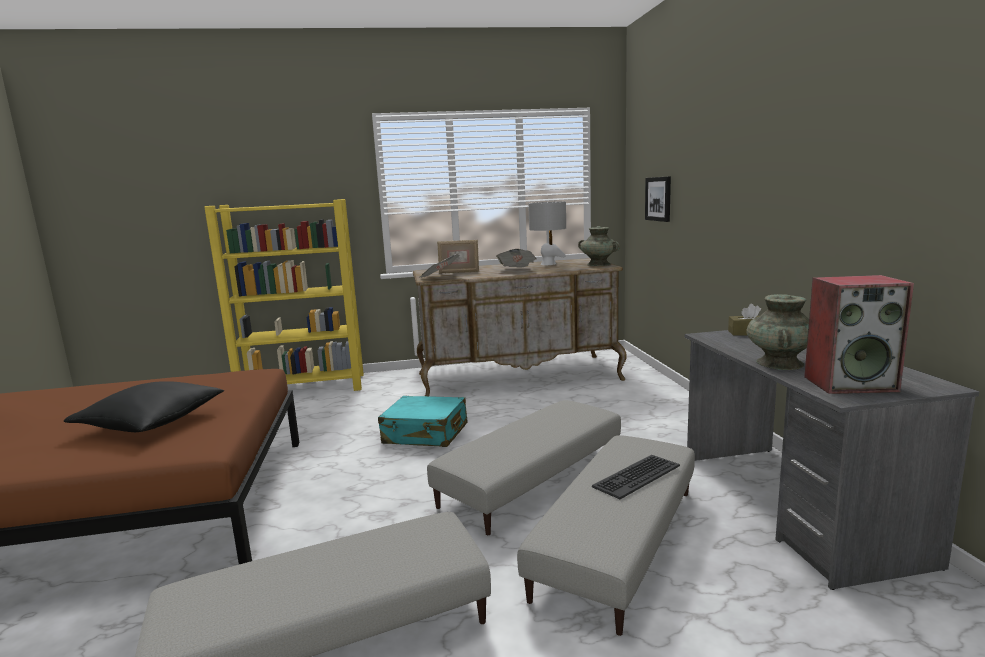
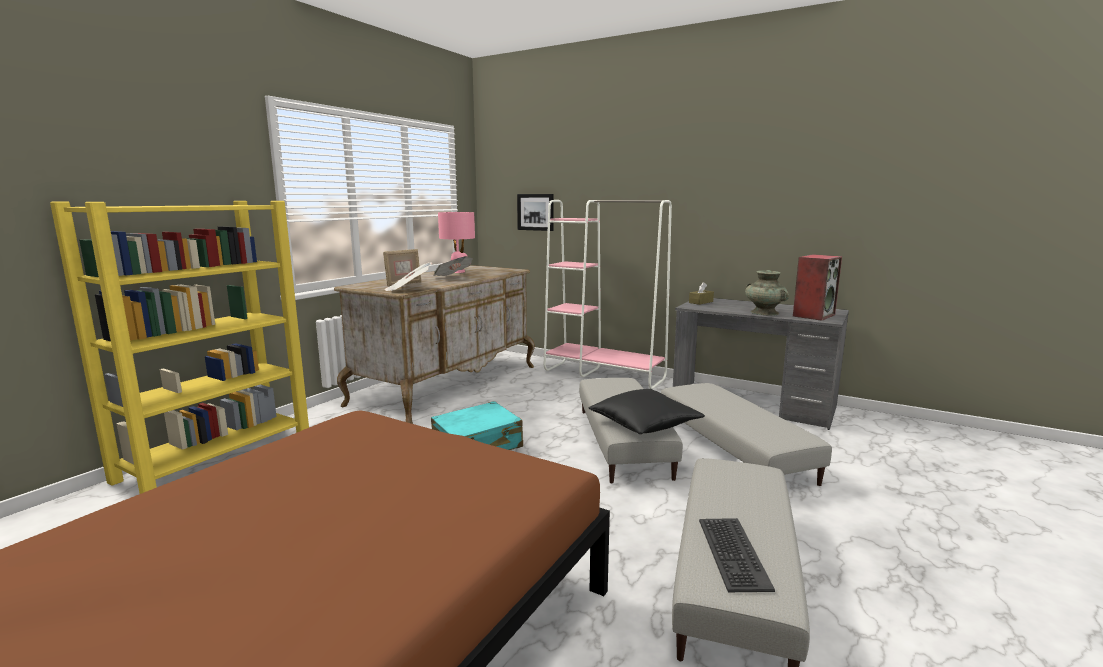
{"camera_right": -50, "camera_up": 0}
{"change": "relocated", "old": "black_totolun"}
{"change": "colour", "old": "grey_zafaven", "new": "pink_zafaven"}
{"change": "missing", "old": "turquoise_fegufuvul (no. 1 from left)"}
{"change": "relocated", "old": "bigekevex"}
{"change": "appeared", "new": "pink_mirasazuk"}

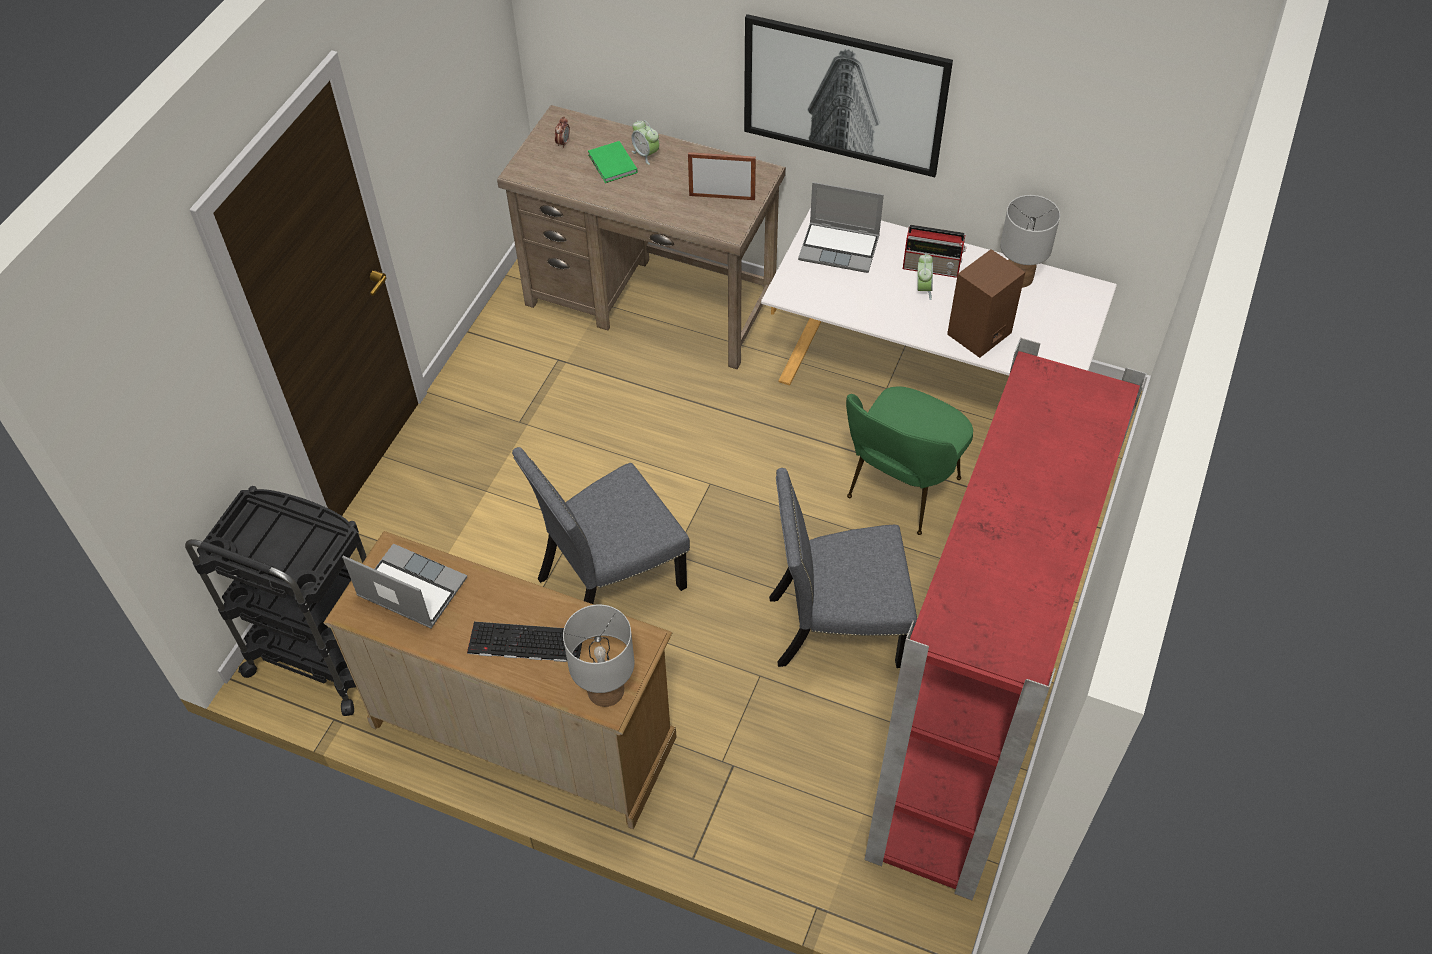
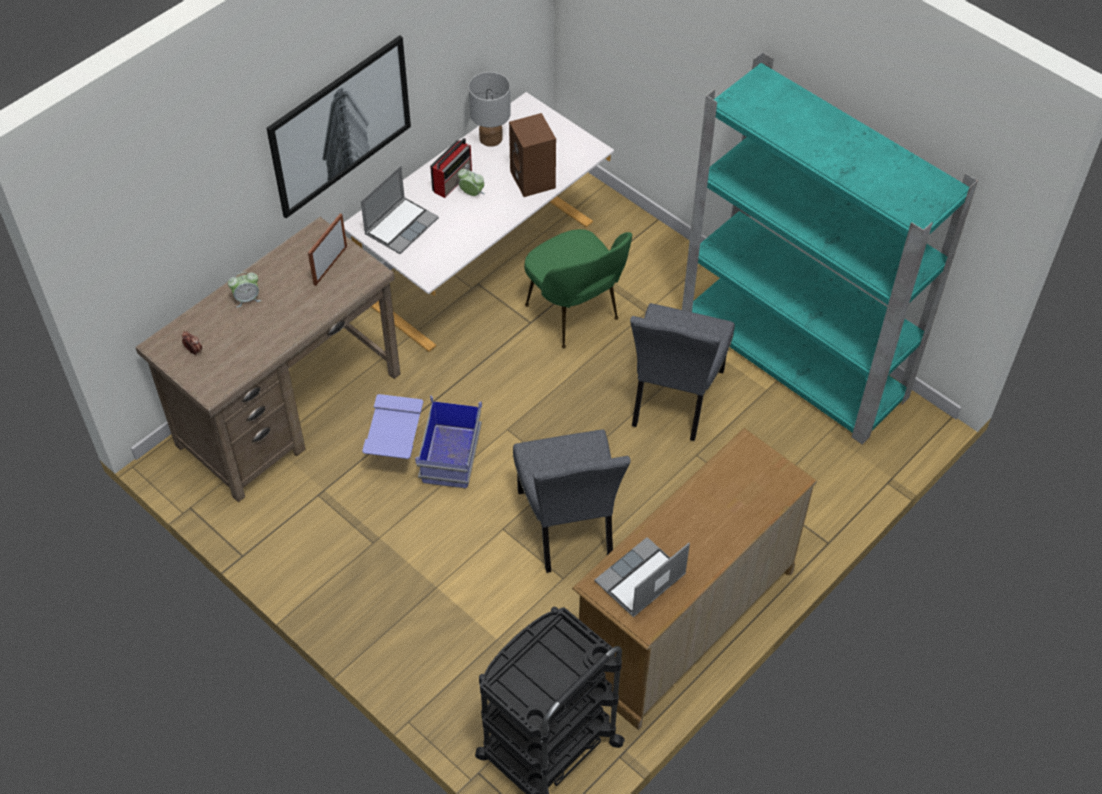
{"camera_right": -70, "camera_up": 0}
{"change": "missing", "old": "bigekevex"}
{"change": "missing", "old": "grey_zafaven (no. 1 from left)"}
{"change": "missing", "old": "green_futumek"}
{"change": "colour", "old": "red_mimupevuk", "new": "turquoise_mimupevuk"}
{"change": "appeared", "new": "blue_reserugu"}

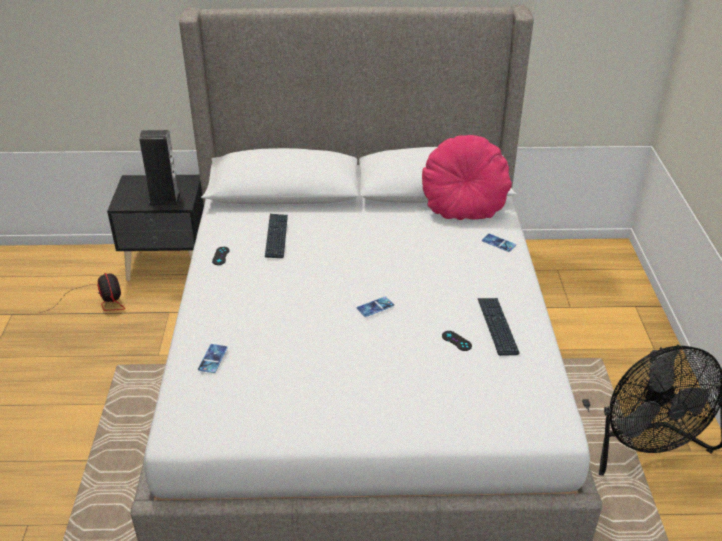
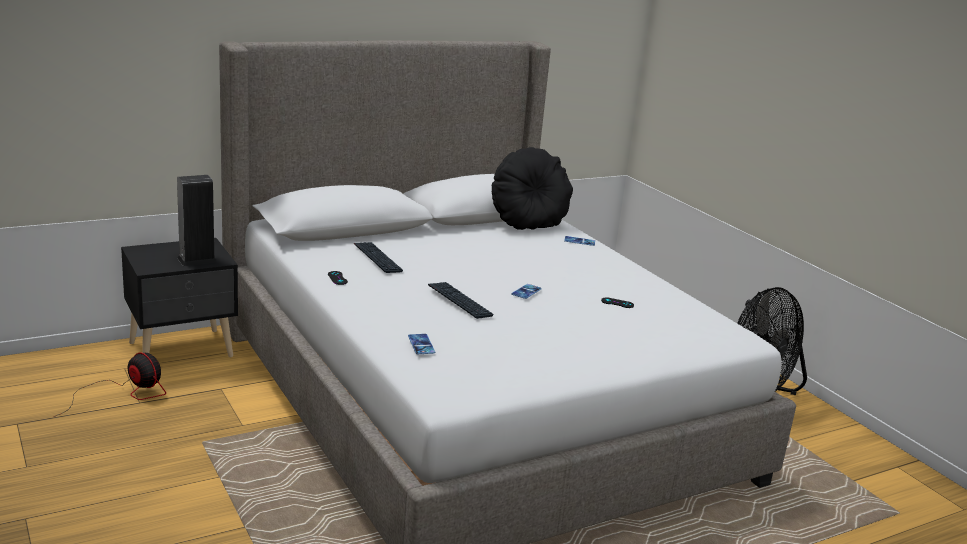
{"camera_right": -30, "camera_up": -15}
{"change": "colour", "old": "pink_totolun", "new": "black_totolun"}
{"change": "relocated", "old": "bigekevex (no. 2 from left)"}

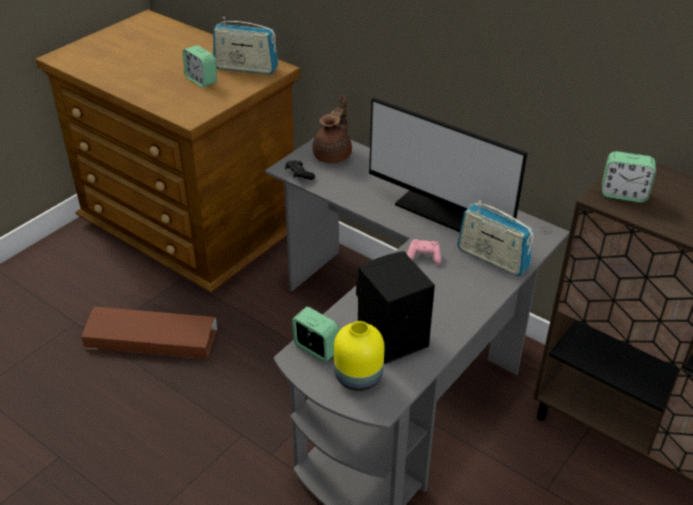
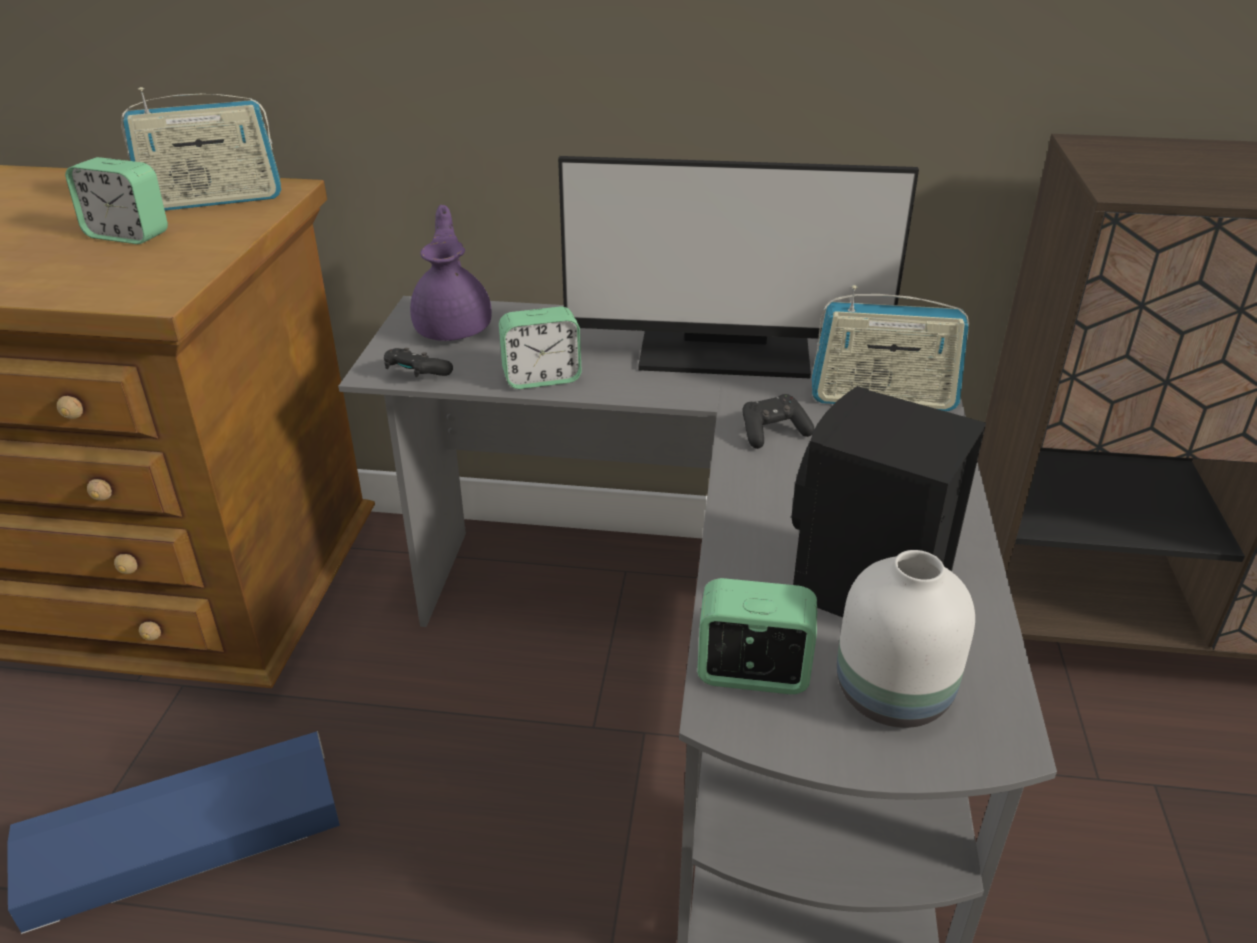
{"camera_right": -30, "camera_up": -5}
{"change": "colour", "old": "brown_reserugu", "new": "blue_reserugu"}
{"change": "colour", "old": "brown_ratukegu", "new": "purple_ratukegu"}
{"change": "colour", "old": "yellow_fegufuvul", "new": "white_fegufuvul"}
{"change": "colour", "old": "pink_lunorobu", "new": "black_lunorobu (no. 2 from left)"}
{"change": "relocated", "old": "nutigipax (no. 3 from left in the first image)", "new": "nutigipax (no. 2 from left)"}

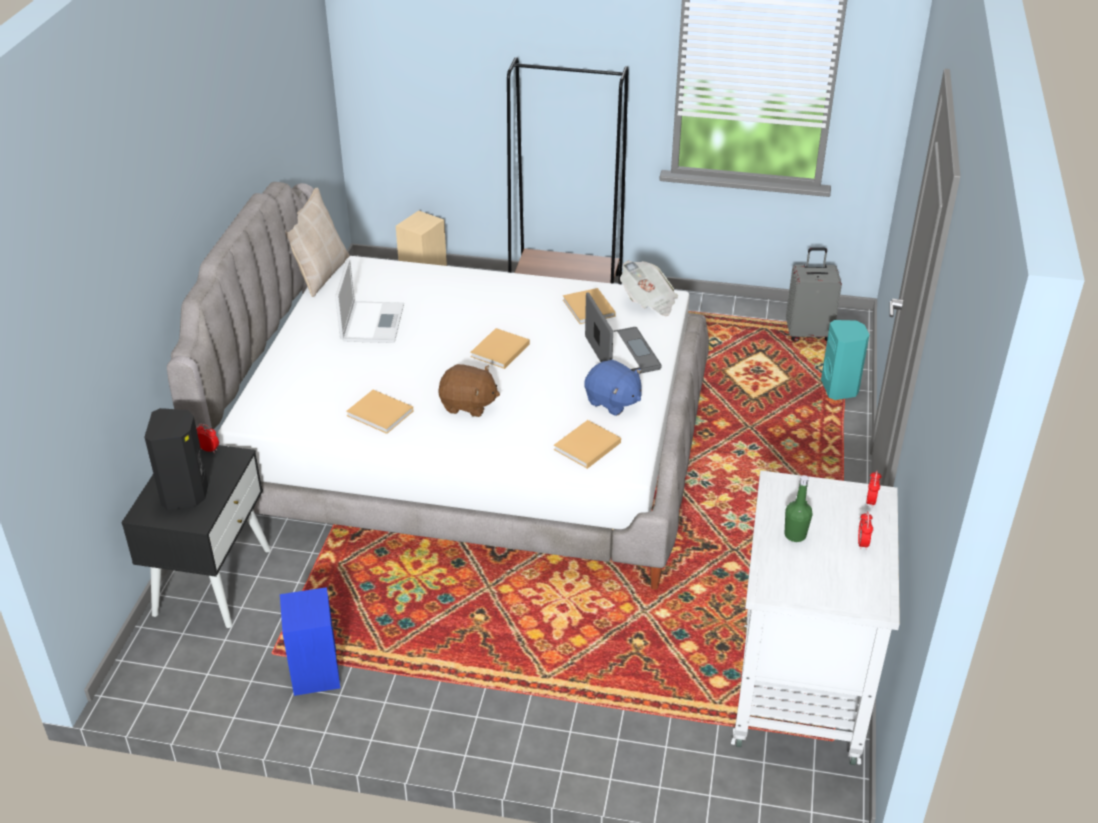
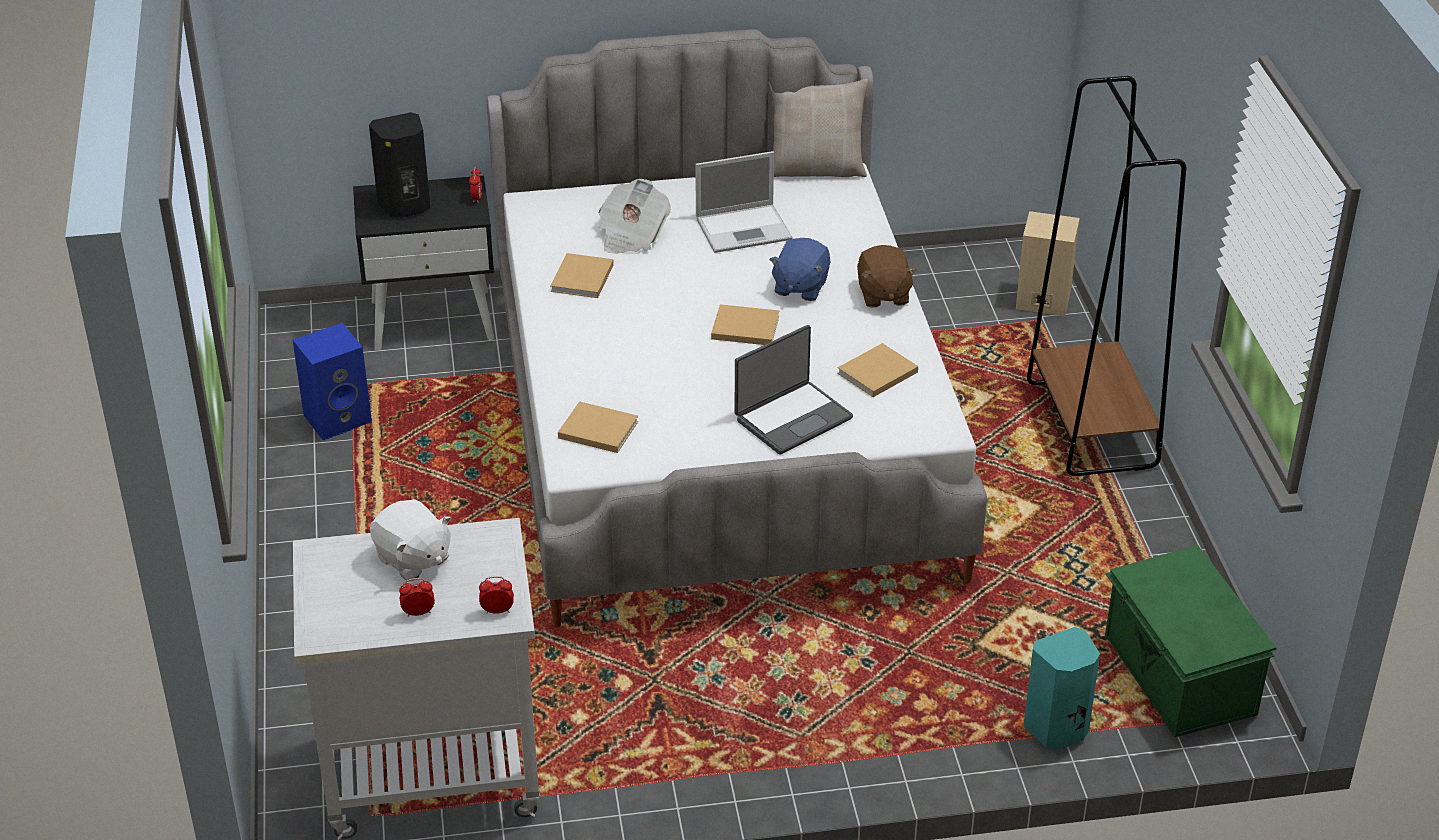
{"camera_right": 70, "camera_up": 0}
{"change": "relocated", "old": "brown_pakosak"}
{"change": "relocated", "old": "blue_pakosak"}
{"change": "relocated", "old": "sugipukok"}
{"change": "exchanged", "old": "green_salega", "new": "white_pakosak"}
{"change": "exchanged", "old": "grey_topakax", "new": "green_reserugu"}

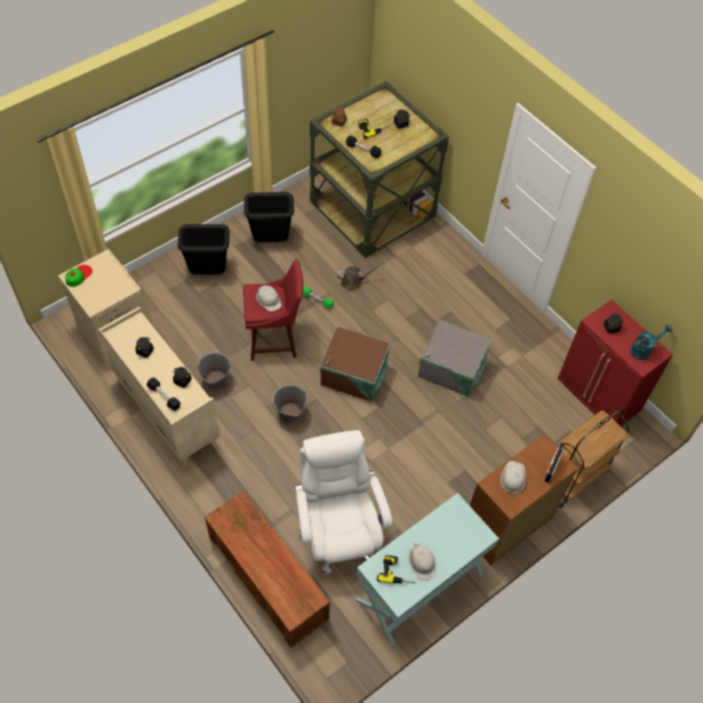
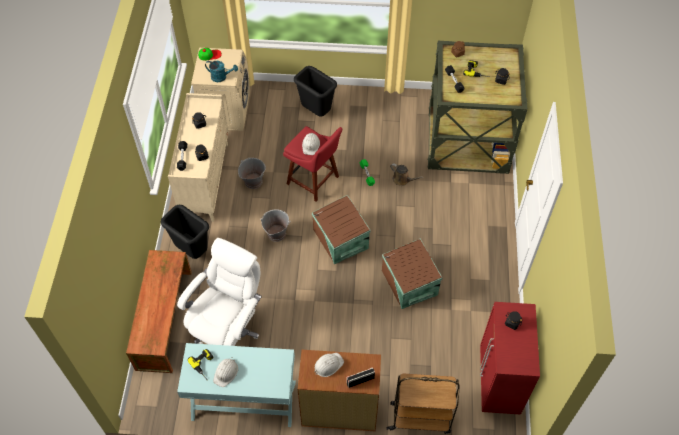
{"camera_right": 45, "camera_up": 0}
{"change": "relocated", "old": "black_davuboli (no. 2 from left in the first image)", "new": "black_davuboli (no. 1 from left)"}
{"change": "colour", "old": "grey_reserugu", "new": "brown_reserugu (no. 2 from left)"}
{"change": "relocated", "old": "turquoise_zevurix"}

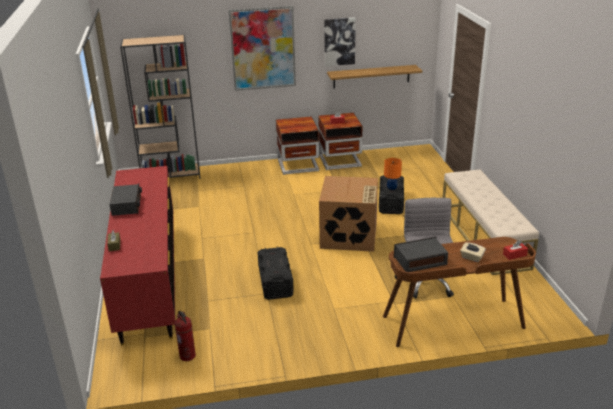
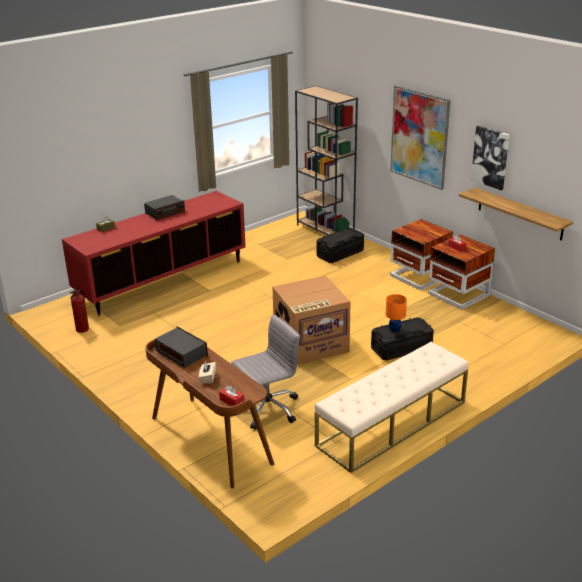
{"camera_right": 60, "camera_up": 0}
{"change": "relocated", "old": "black_reserugu (no. 1 from left)"}

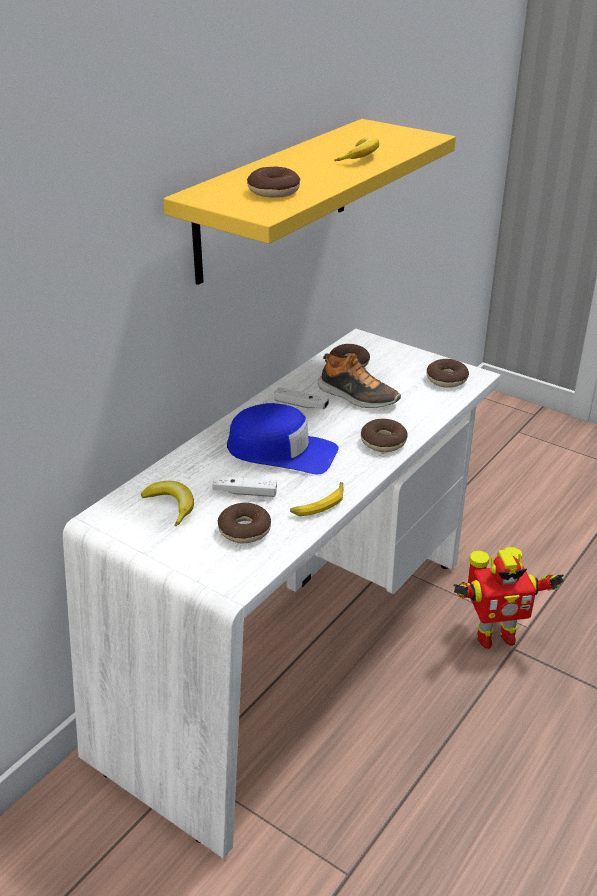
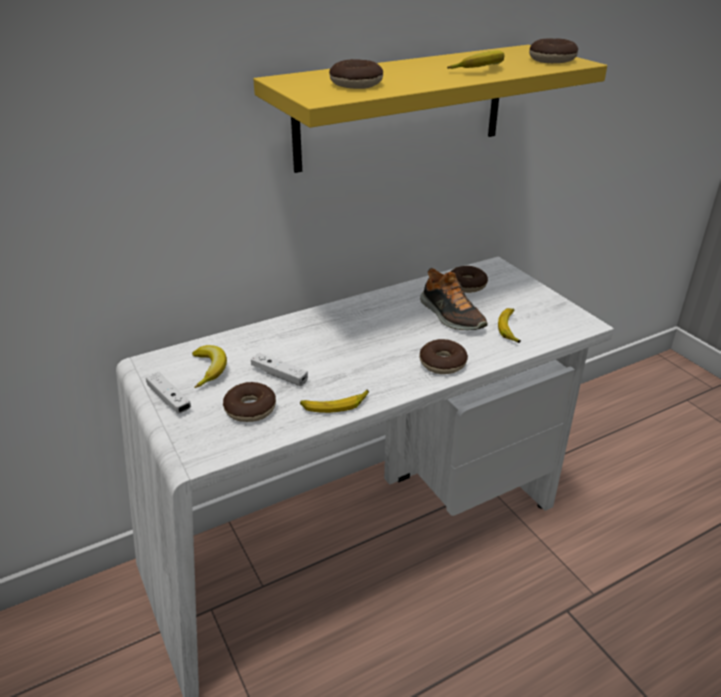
{"camera_right": 25, "camera_up": 0}
{"change": "missing", "old": "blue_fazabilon"}
{"change": "relocated", "old": "white_lunorobu (no. 2 from left in the first image)", "new": "white_lunorobu (no. 1 from left)"}
{"change": "relocated", "old": "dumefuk (no. 5 from left)"}
{"change": "missing", "old": "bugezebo"}
{"change": "appeared", "new": "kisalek (no. 4 from left)"}

